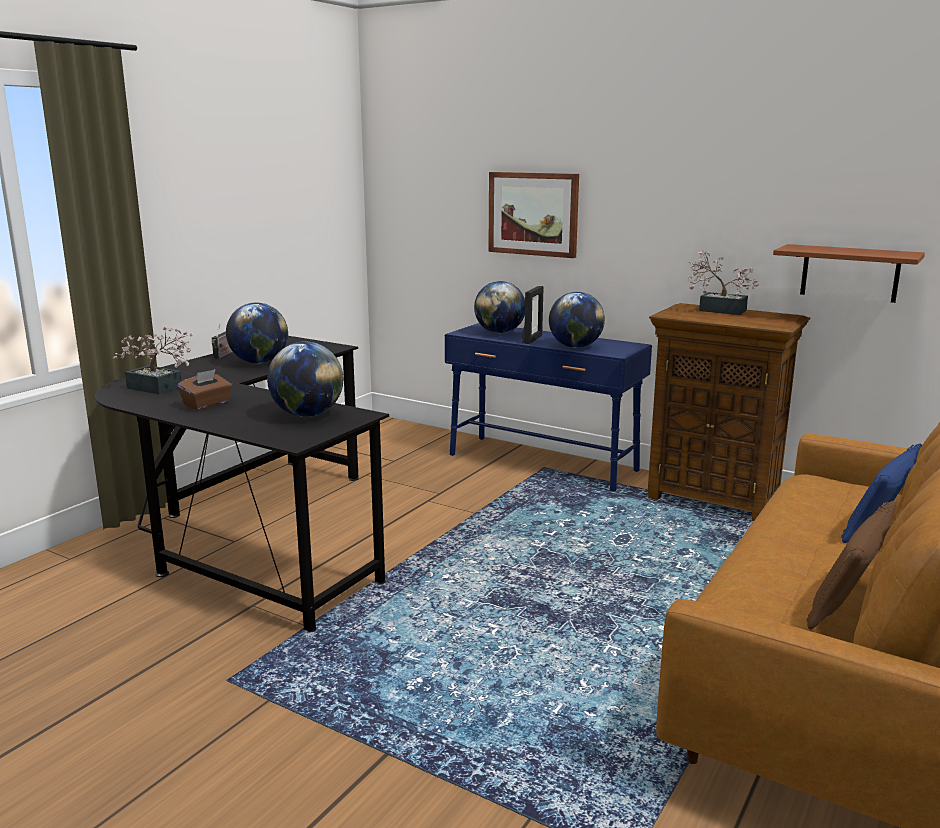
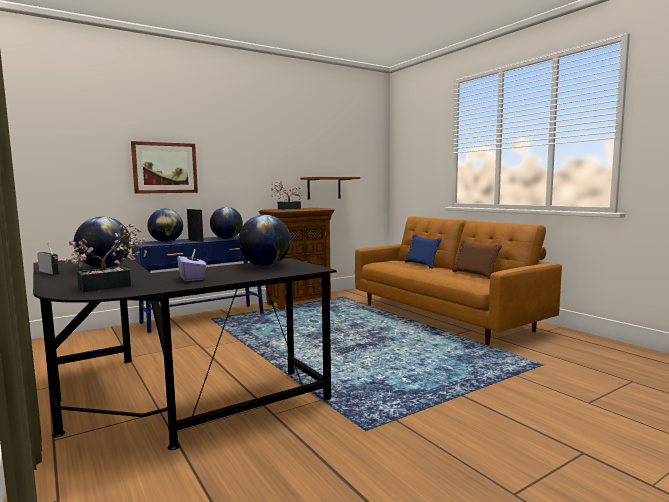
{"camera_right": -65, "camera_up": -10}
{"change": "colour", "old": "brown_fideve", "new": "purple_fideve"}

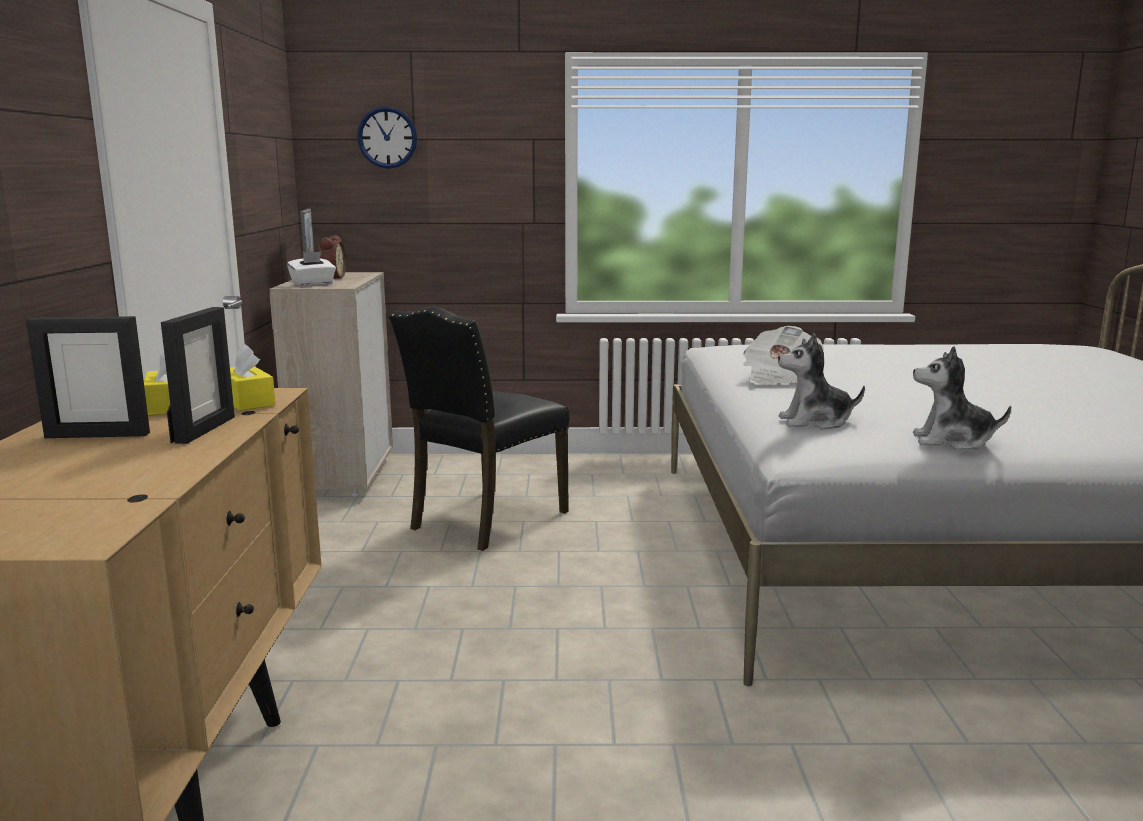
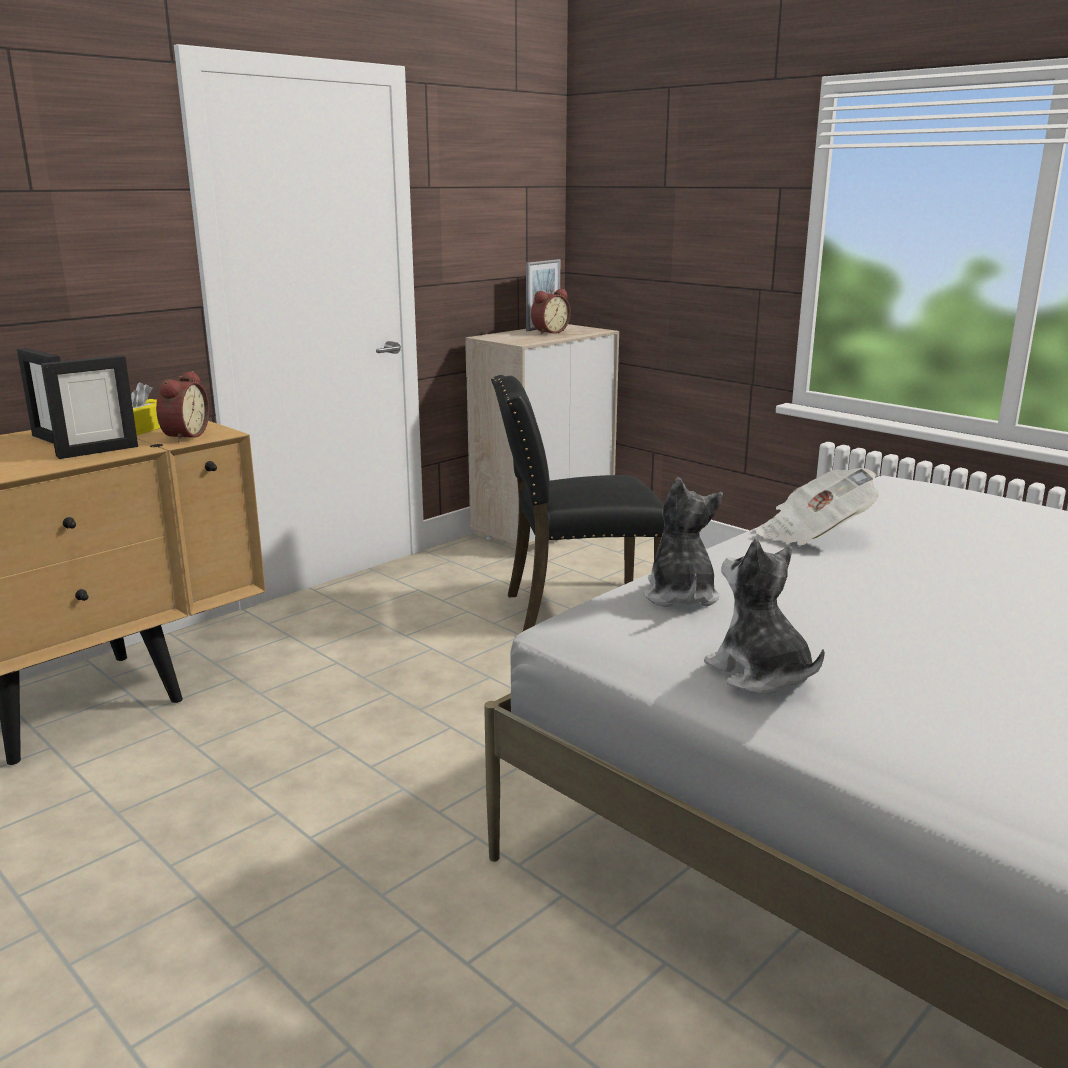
{"camera_right": 45, "camera_up": 5}
{"change": "exchanged", "old": "yellow_fideve (no. 2 from left)", "new": "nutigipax (no. 1 from left)"}
{"change": "missing", "old": "white_fideve"}
{"change": "missing", "old": "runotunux"}
{"change": "spun", "old": "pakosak (no. 1 from left)", "degrees": 45}

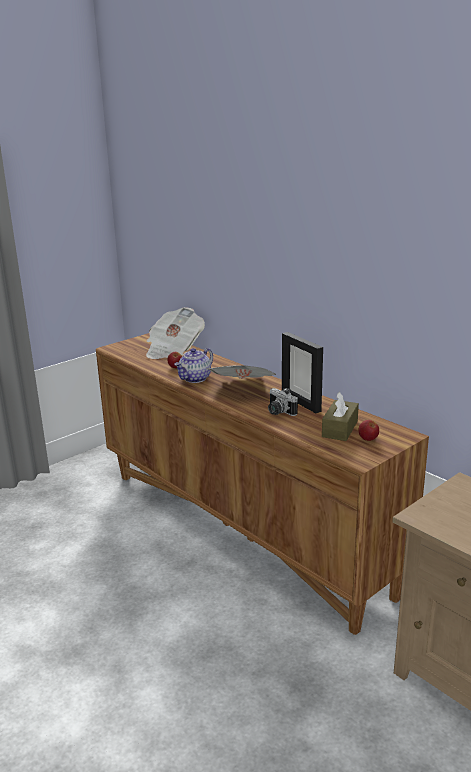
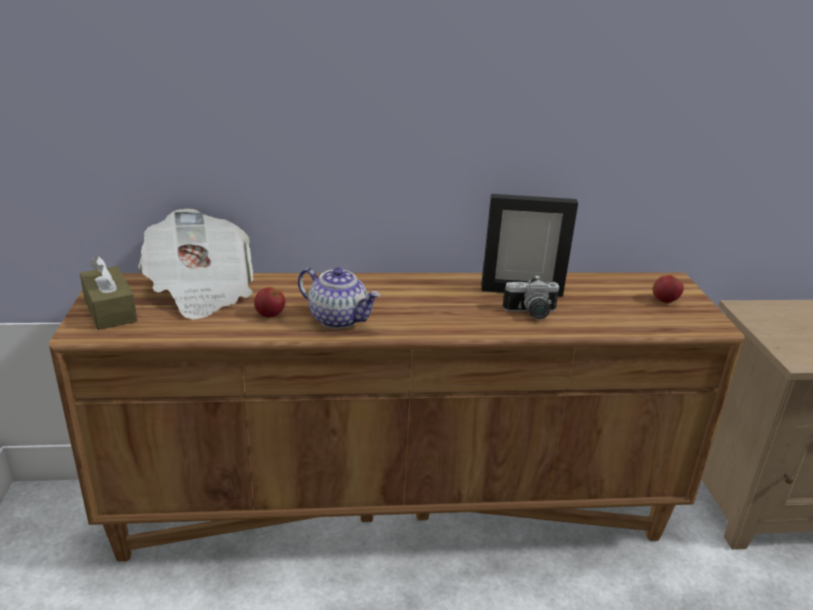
{"camera_right": -55, "camera_up": 5}
{"change": "spun", "old": "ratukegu", "degrees": -45}
{"change": "missing", "old": "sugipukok (no. 2 from left)"}
{"change": "relocated", "old": "brown_fideve"}

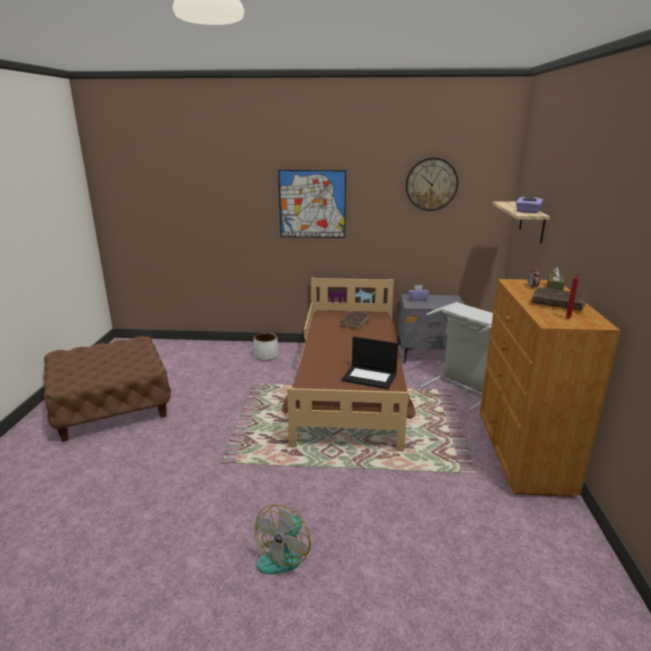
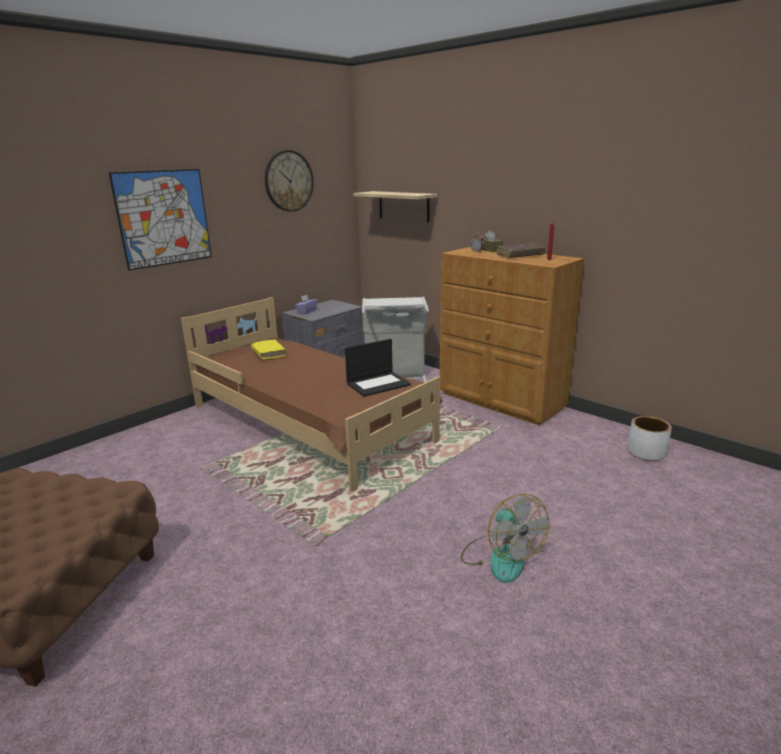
{"camera_right": -50, "camera_up": 0}
{"change": "relocated", "old": "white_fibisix"}
{"change": "colour", "old": "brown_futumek (no. 1 from left)", "new": "yellow_futumek"}
{"change": "missing", "old": "purple_fideve (no. 2 from left)"}

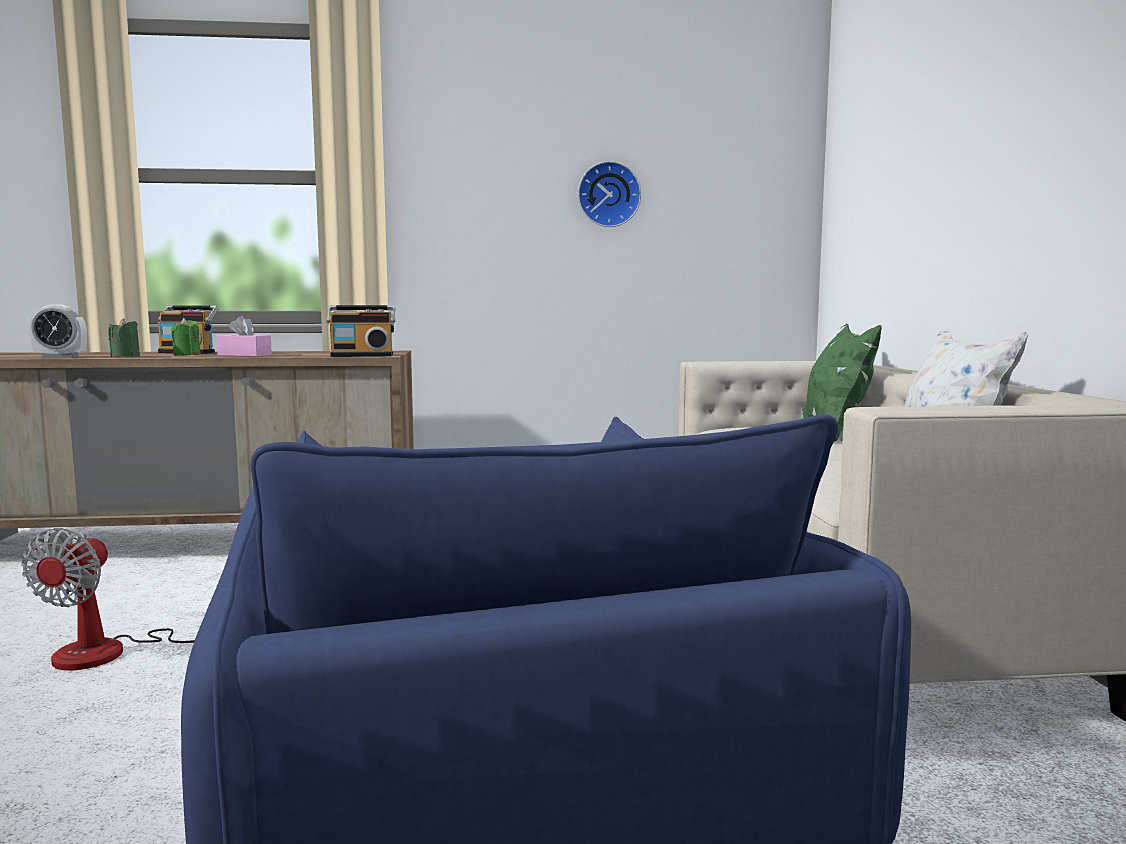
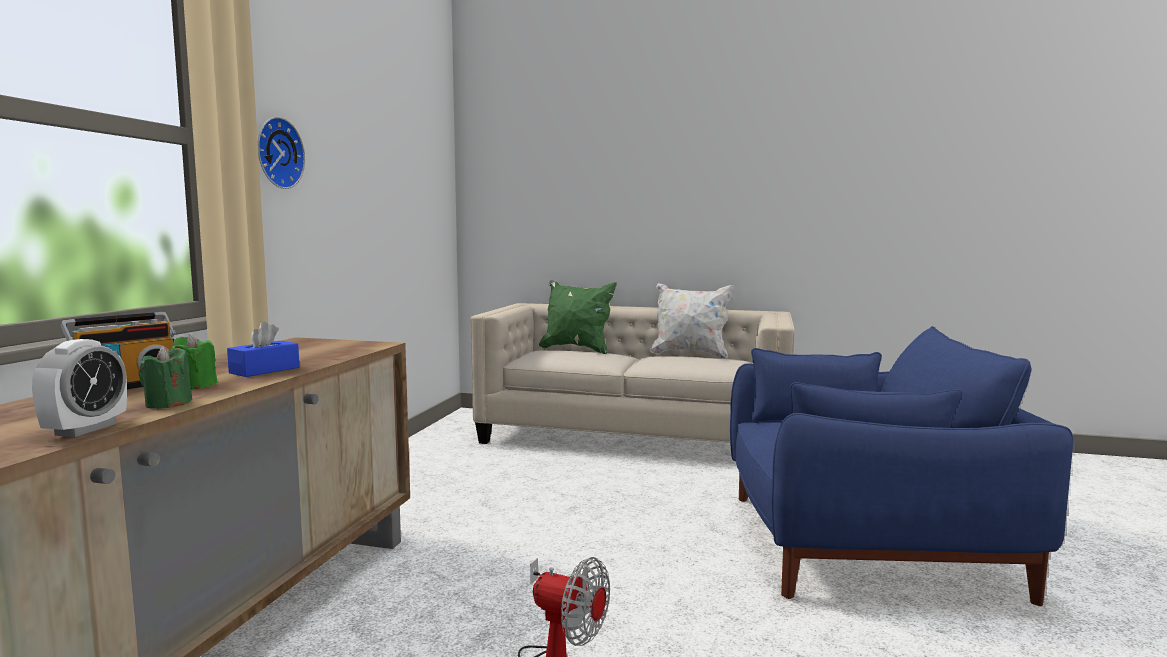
{"camera_right": -70, "camera_up": 0}
{"change": "colour", "old": "pink_fideve", "new": "blue_fideve"}
{"change": "missing", "old": "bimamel (no. 2 from left)"}
{"change": "relocated", "old": "runotunux"}

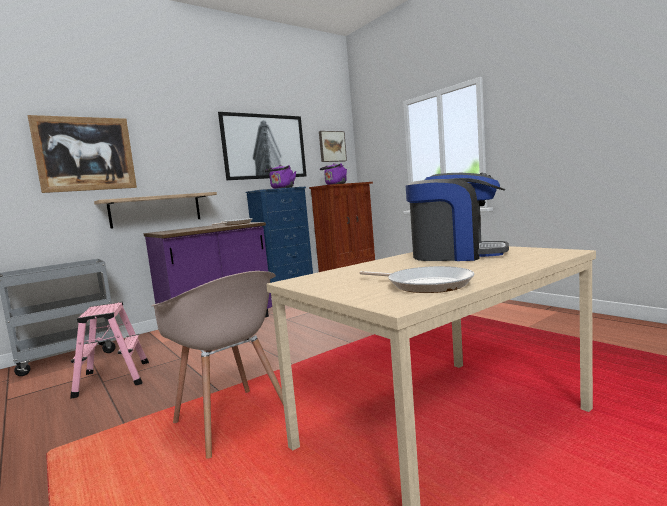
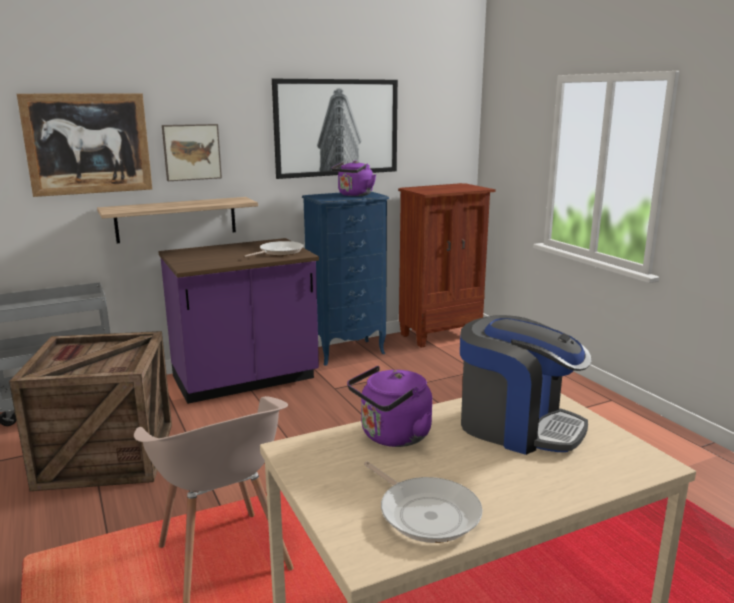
{"camera_right": 10, "camera_up": 10}
{"change": "exchanged", "old": "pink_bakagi", "new": "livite"}
{"change": "relocated", "old": "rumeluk (no. 3 from left in the first image)", "new": "rumeluk (no. 2 from left)"}
{"change": "relocated", "old": "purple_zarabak (no. 2 from left)"}

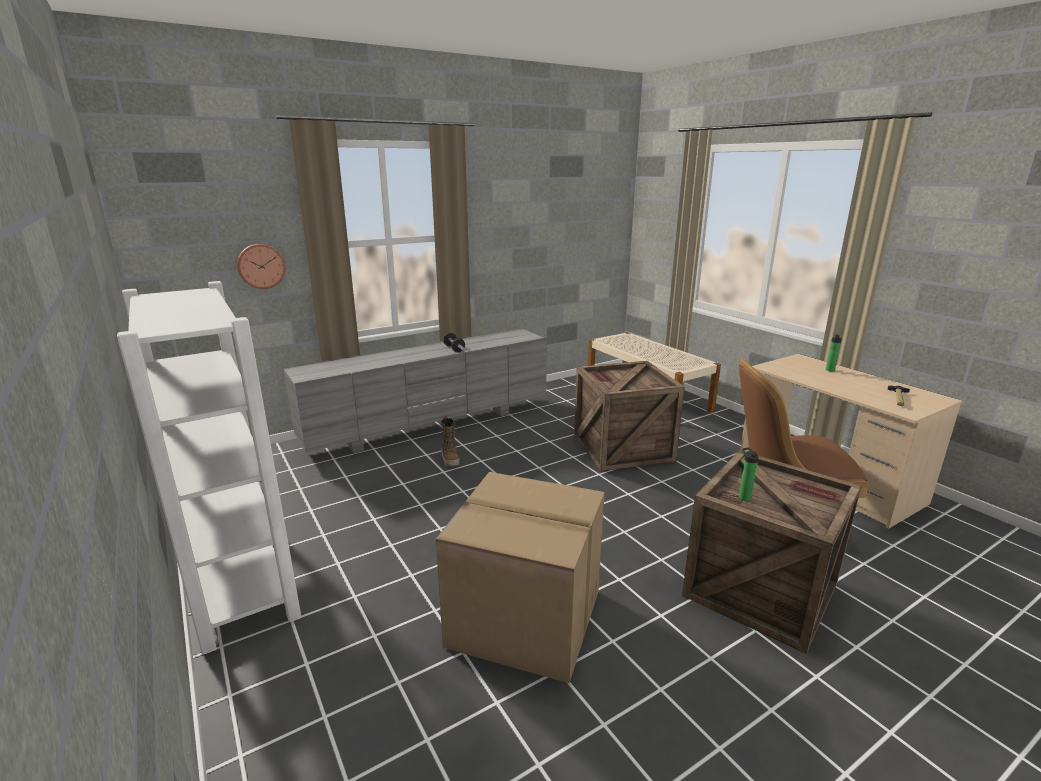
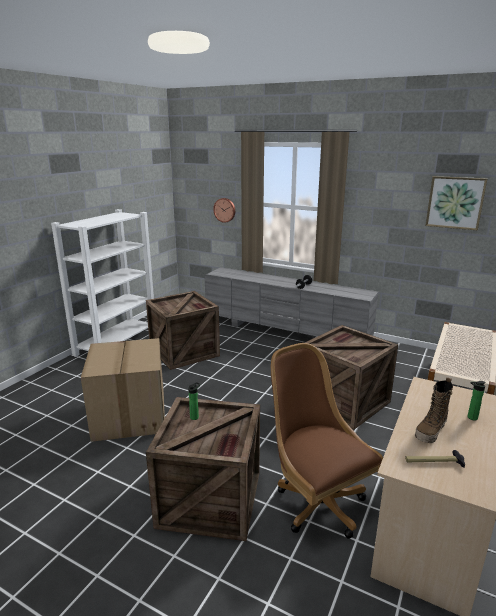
{"camera_right": 60, "camera_up": 0}
{"change": "relocated", "old": "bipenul"}
{"change": "appeared", "new": "livite (no. 1 from left)"}
{"change": "appeared", "new": "rumeluk"}

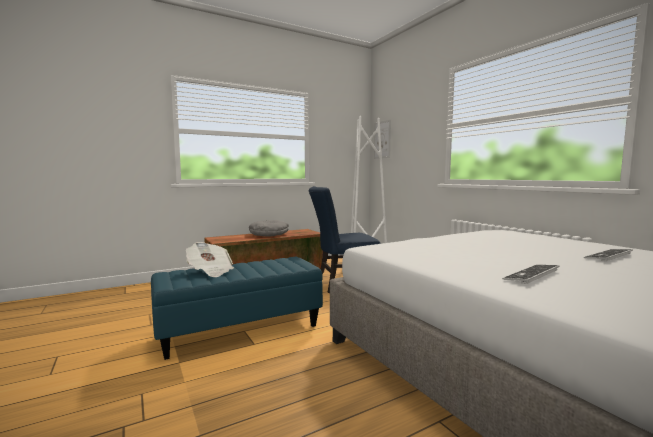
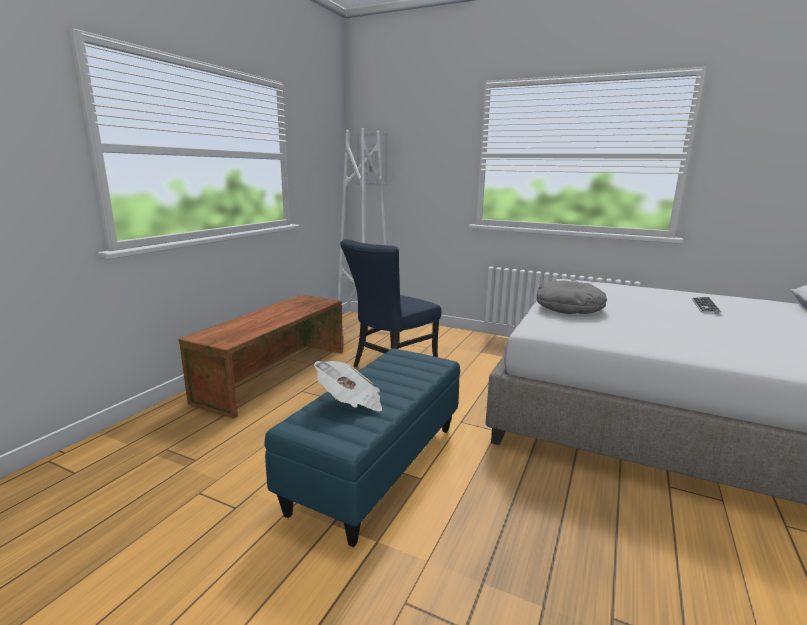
{"camera_right": -35, "camera_up": 10}
{"change": "relocated", "old": "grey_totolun"}
{"change": "missing", "old": "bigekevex (no. 1 from left)"}

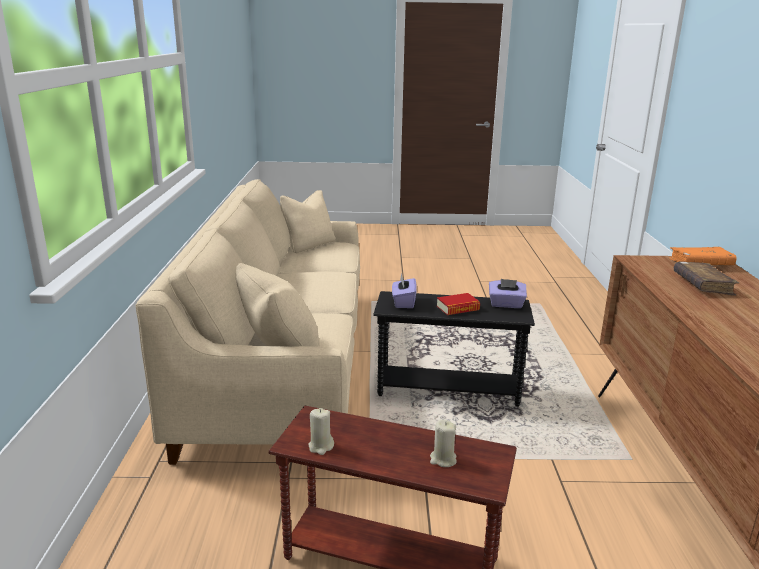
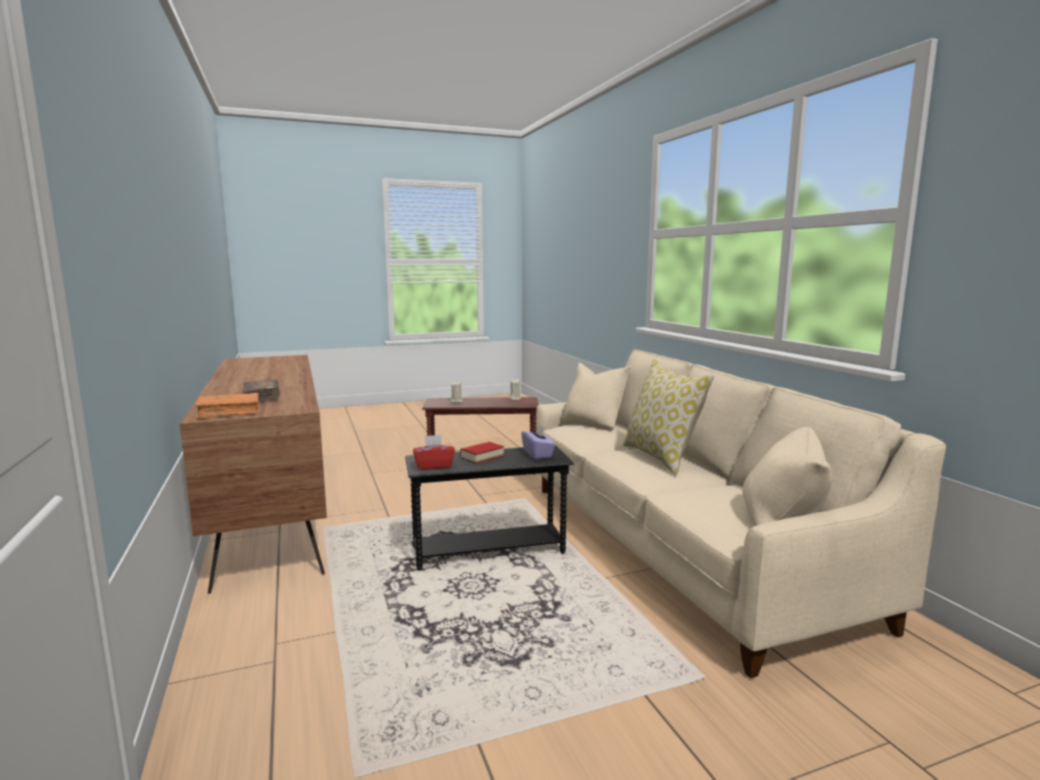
{"camera_right": 160, "camera_up": -10}
{"change": "colour", "old": "purple_fideve (no. 2 from left)", "new": "red_fideve"}
{"change": "appeared", "new": "totolun"}

